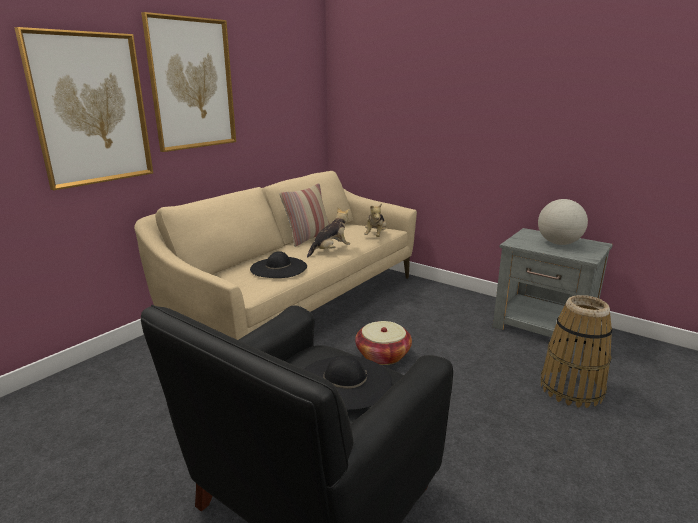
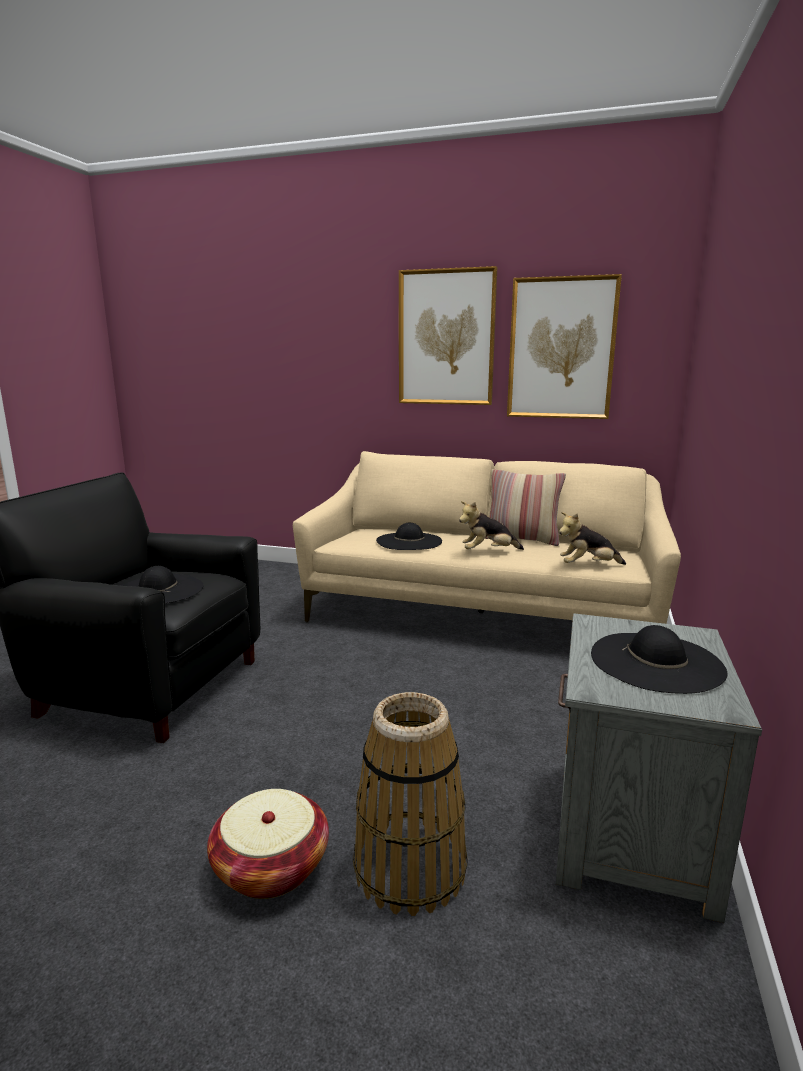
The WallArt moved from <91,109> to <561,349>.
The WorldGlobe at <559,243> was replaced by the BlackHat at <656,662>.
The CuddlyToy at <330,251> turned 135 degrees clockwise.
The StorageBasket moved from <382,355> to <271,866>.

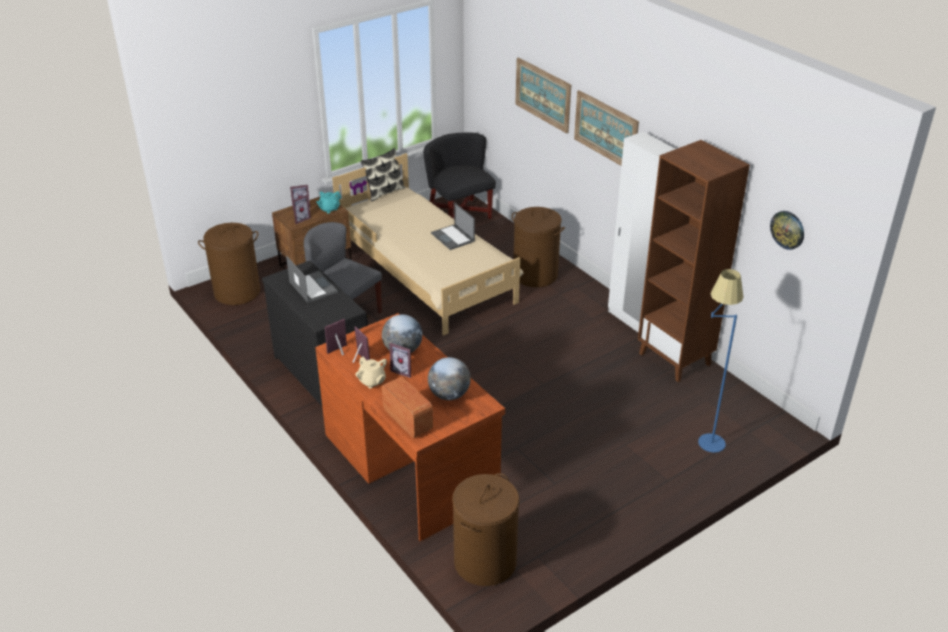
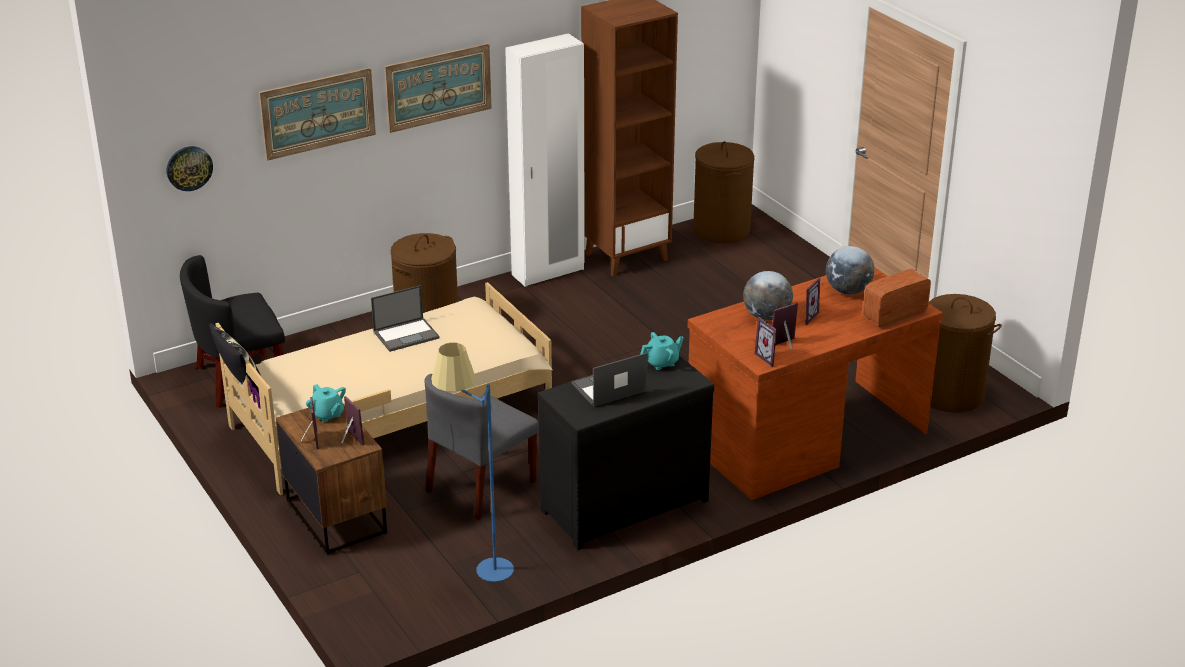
The WallClock moved from <787,229> to <189,168>.
The BrownishHamper moved from <237,292> to <721,230>.
The BlueColouredFloorLamp moved from <706,434> to <477,572>.
The BeigeColouredTeapot at <372,381> disappeared.
The BlueGreenTeapot at <662,362> appeared.

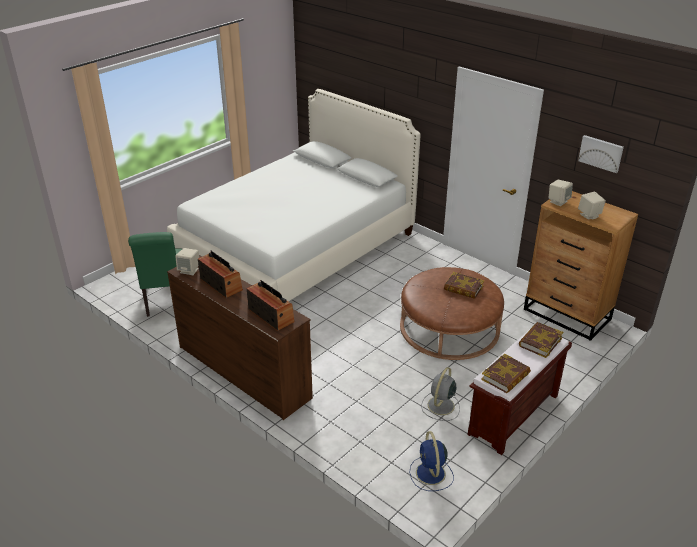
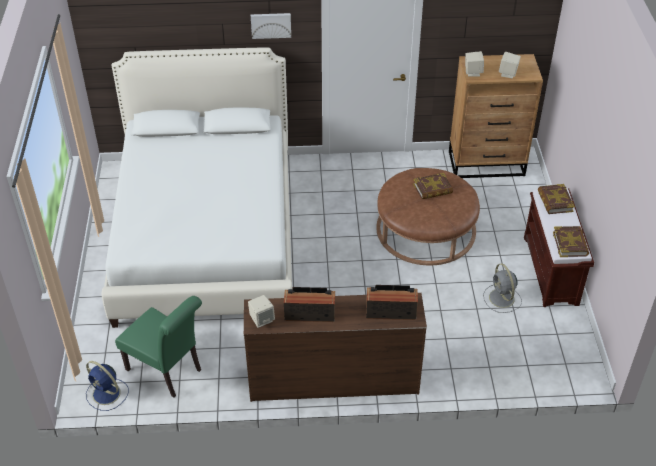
The WallArt moved from <601,153> to <271,25>.
The BlueColouredCoolingFan moved from <431,474> to <107,394>.

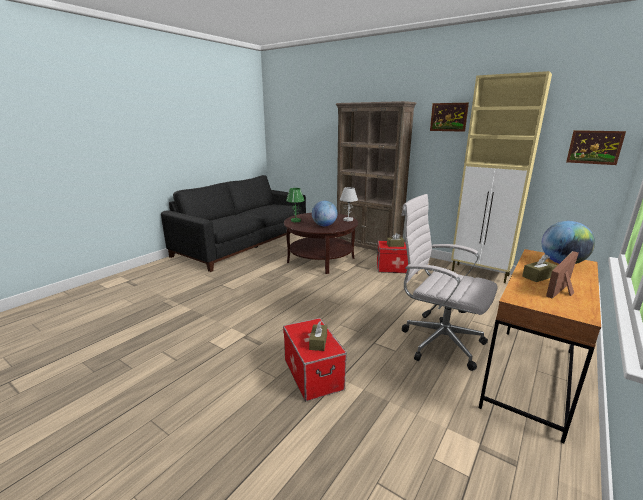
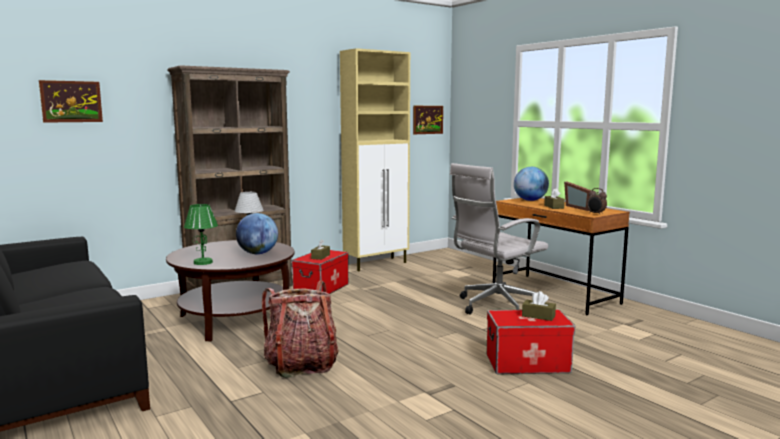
The WallArt moved from <448,117> to <71,101>.
The BedsideClock at <595,214> appeared.
The Rucksack at <301,364> appeared.

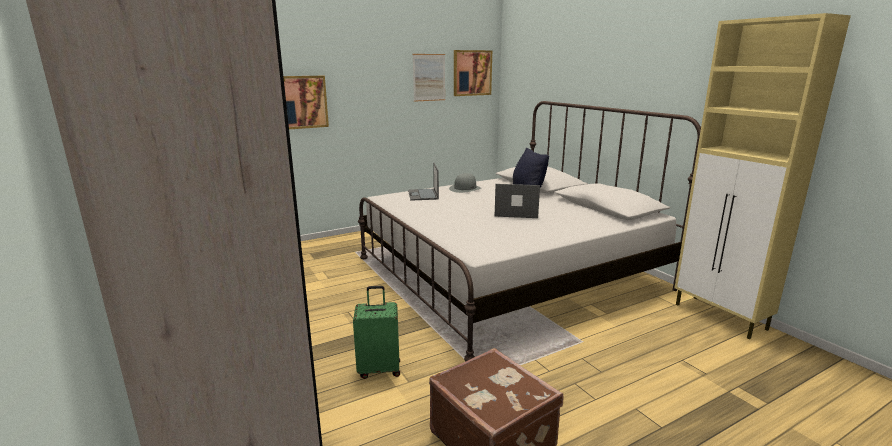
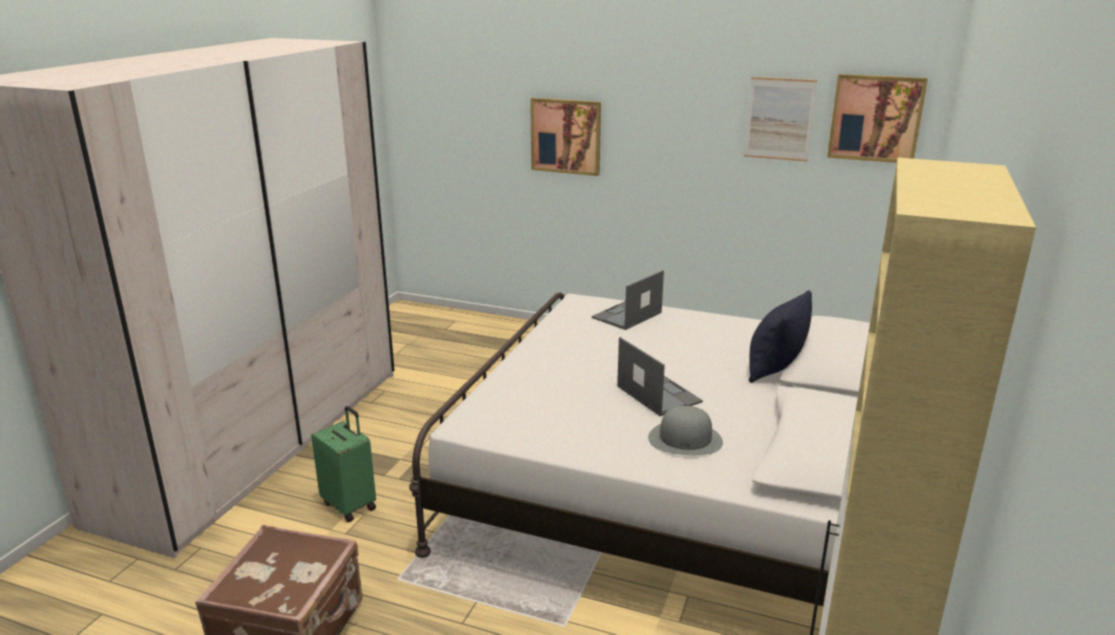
The GreyHat moved from <465,188> to <685,439>.

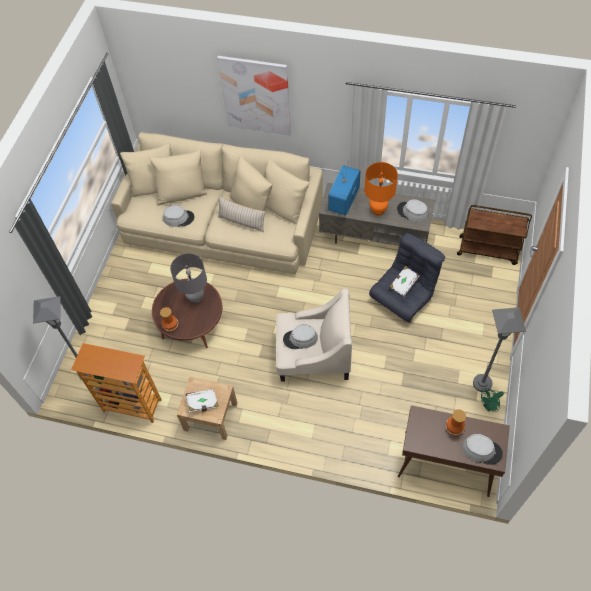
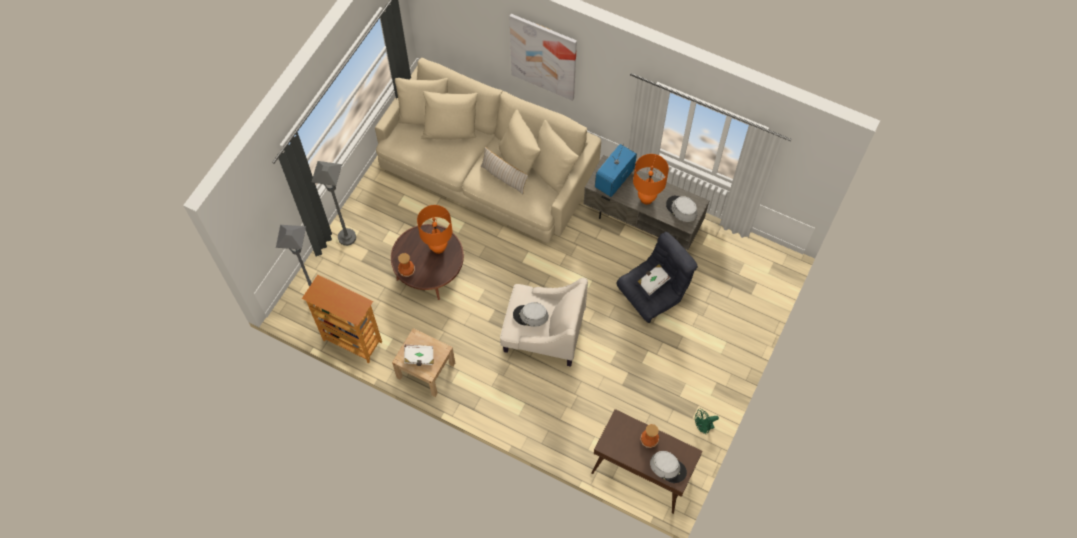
The GreyHat at <179,218> disappeared.
The BrownishWheeledCart at <488,250> disappeared.
The GreyTabletopLamp at <196,298> became the OrangeTabletopLamp at <438,247>.
The GreyFloorLamp moved from <482,383> to <347,237>.

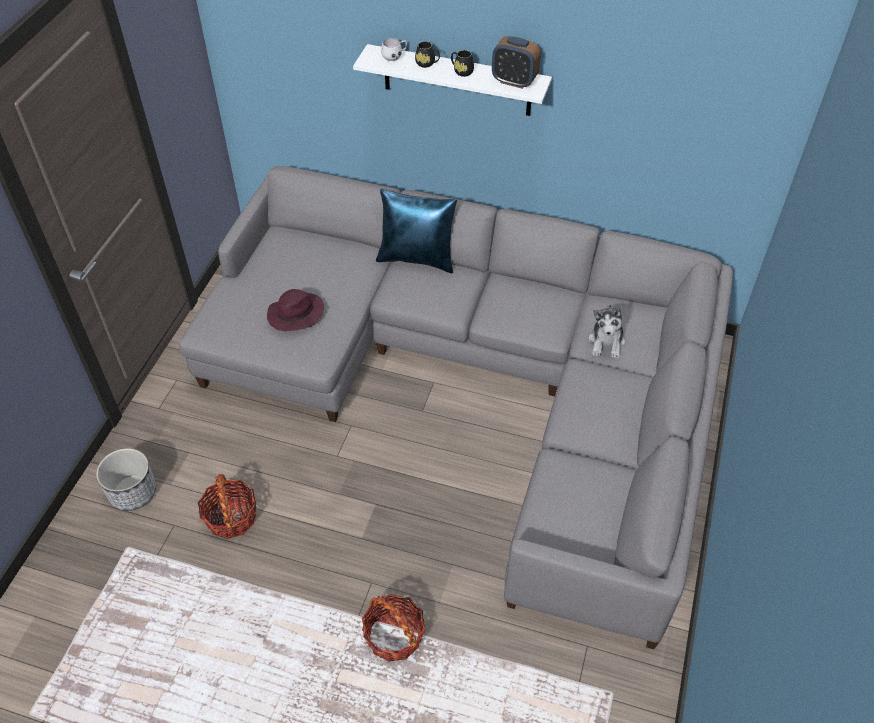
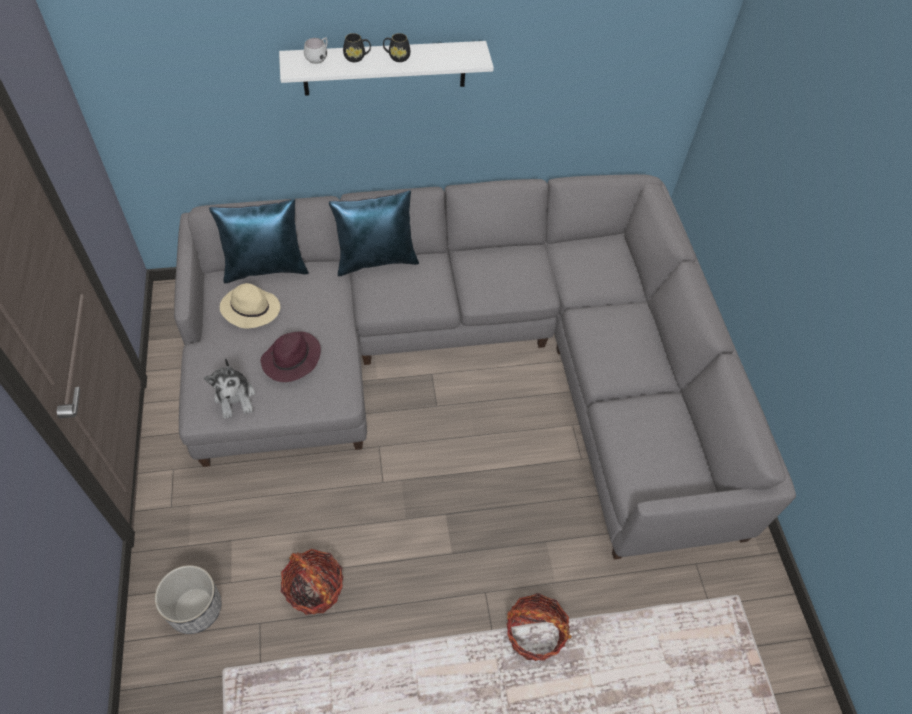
The BedsideClock at <514,81> disappeared.
The CuddlyToy moved from <606,342> to <235,397>.
The BlueColouredThrowPillow at <266,268> appeared.
The BeigeColouredHat at <250,309> appeared.

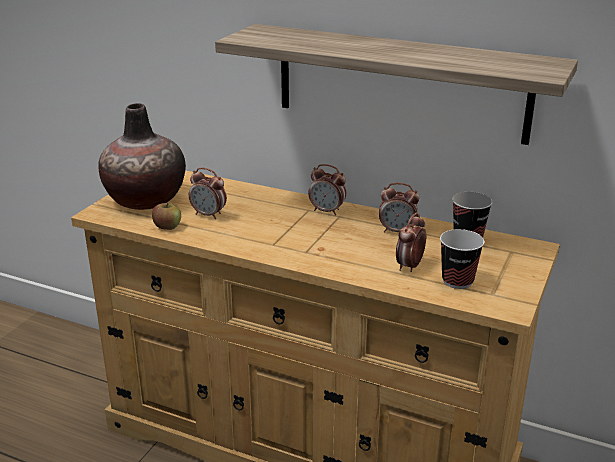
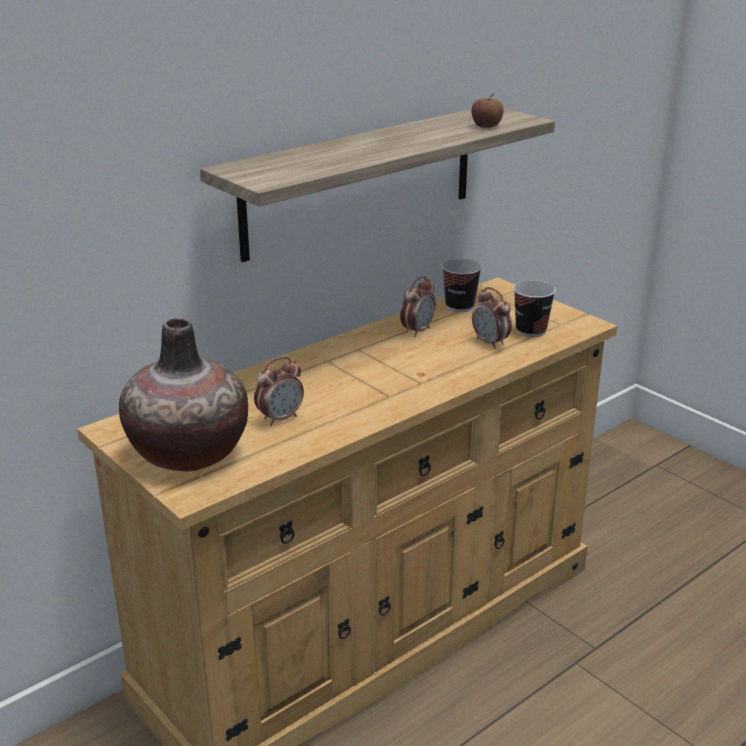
The BedsideClock at <327,211> disappeared.
The Apple moved from <167,226> to <486,126>.

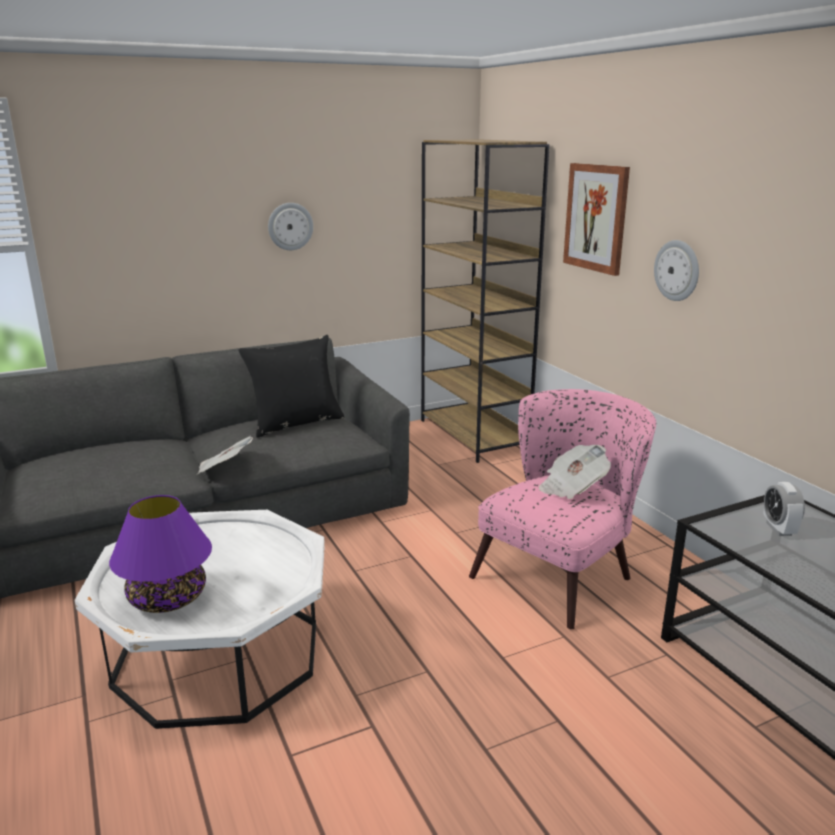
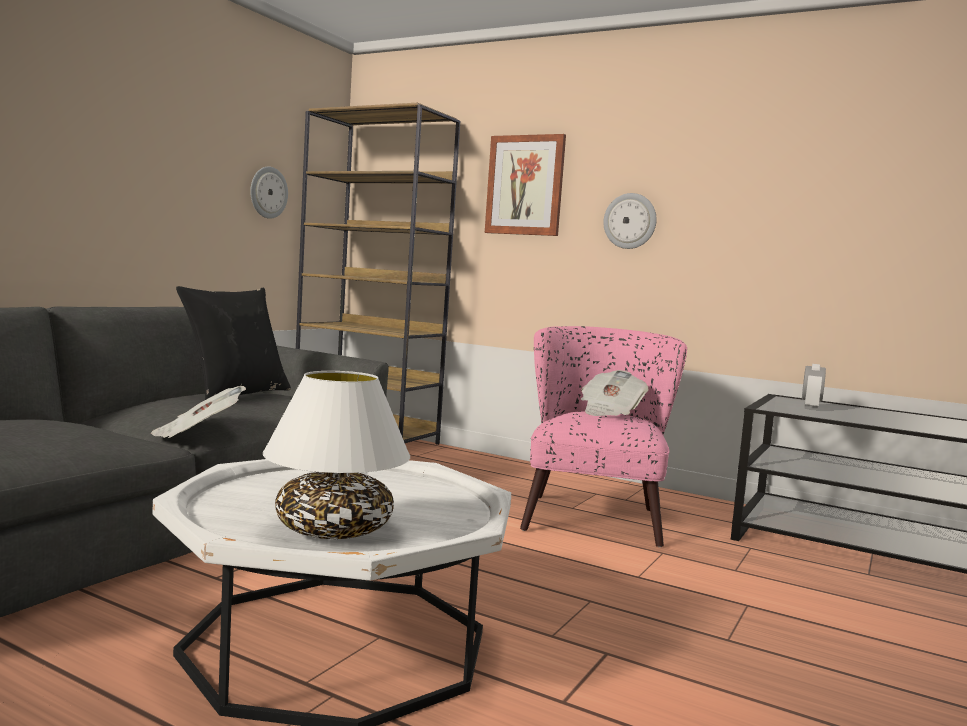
The WallClock moved from <290,226> to <268,192>.
The BedsideClock at <778,529> turned 120 degrees counterclockwise.
The PurpleTabletopLamp at <168,598> became the WhiteTabletopLamp at <333,530>.

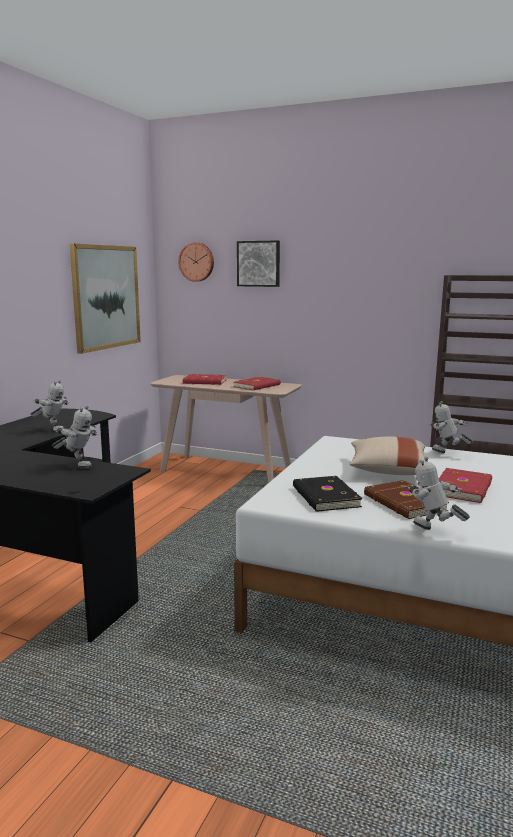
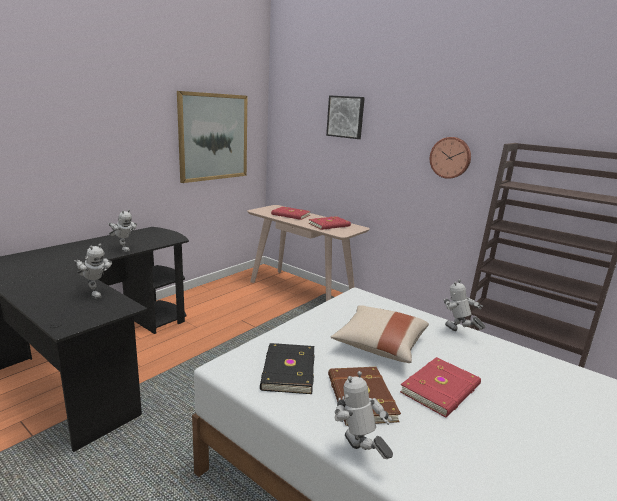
The WallClock moved from <197,262> to <450,157>.

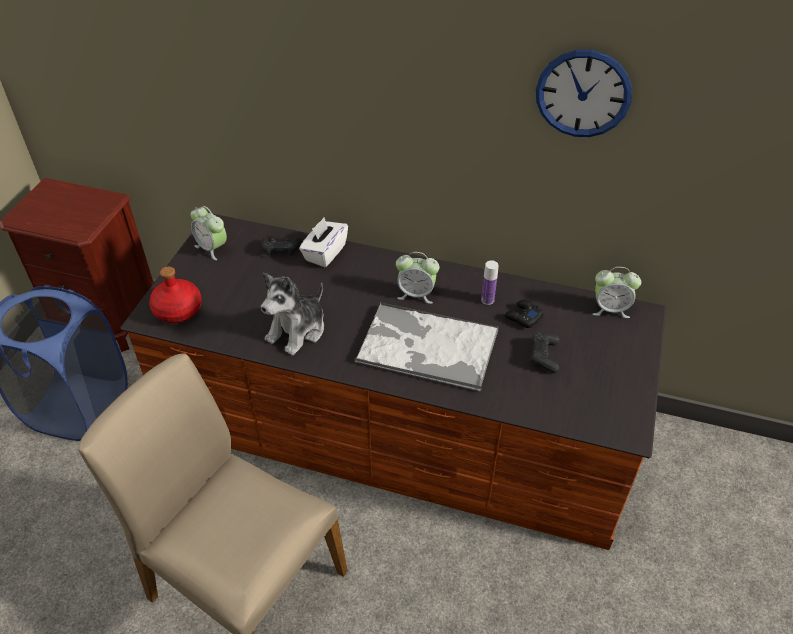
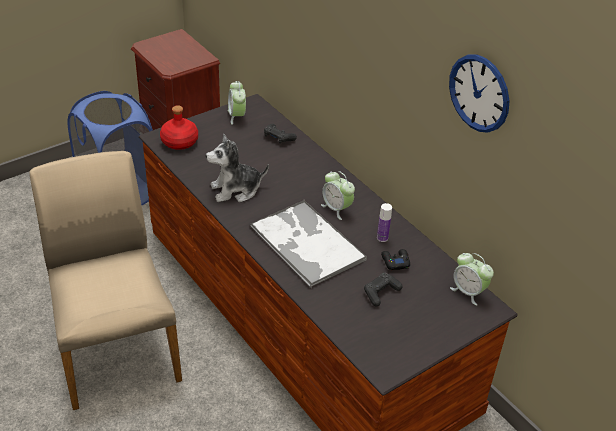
The WhiteTissueHolder at <324,253> disappeared.

